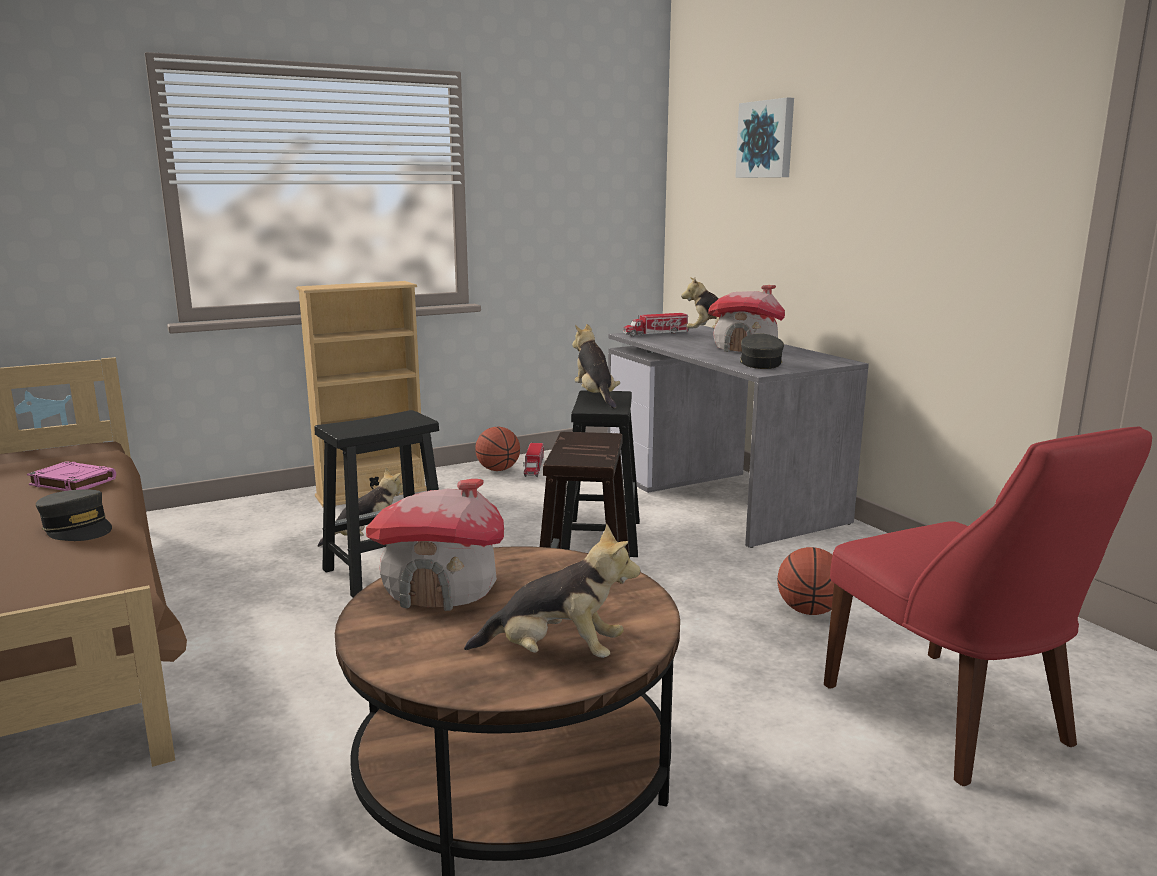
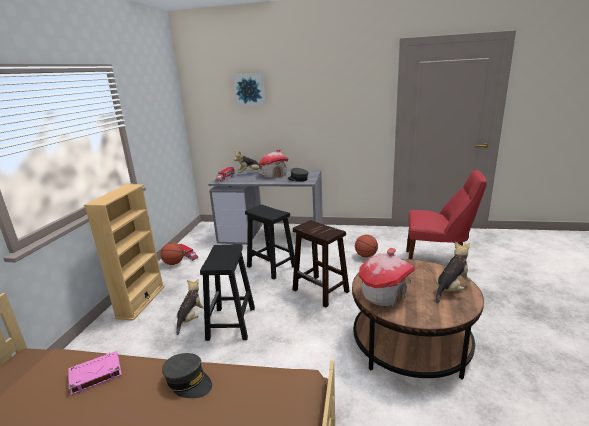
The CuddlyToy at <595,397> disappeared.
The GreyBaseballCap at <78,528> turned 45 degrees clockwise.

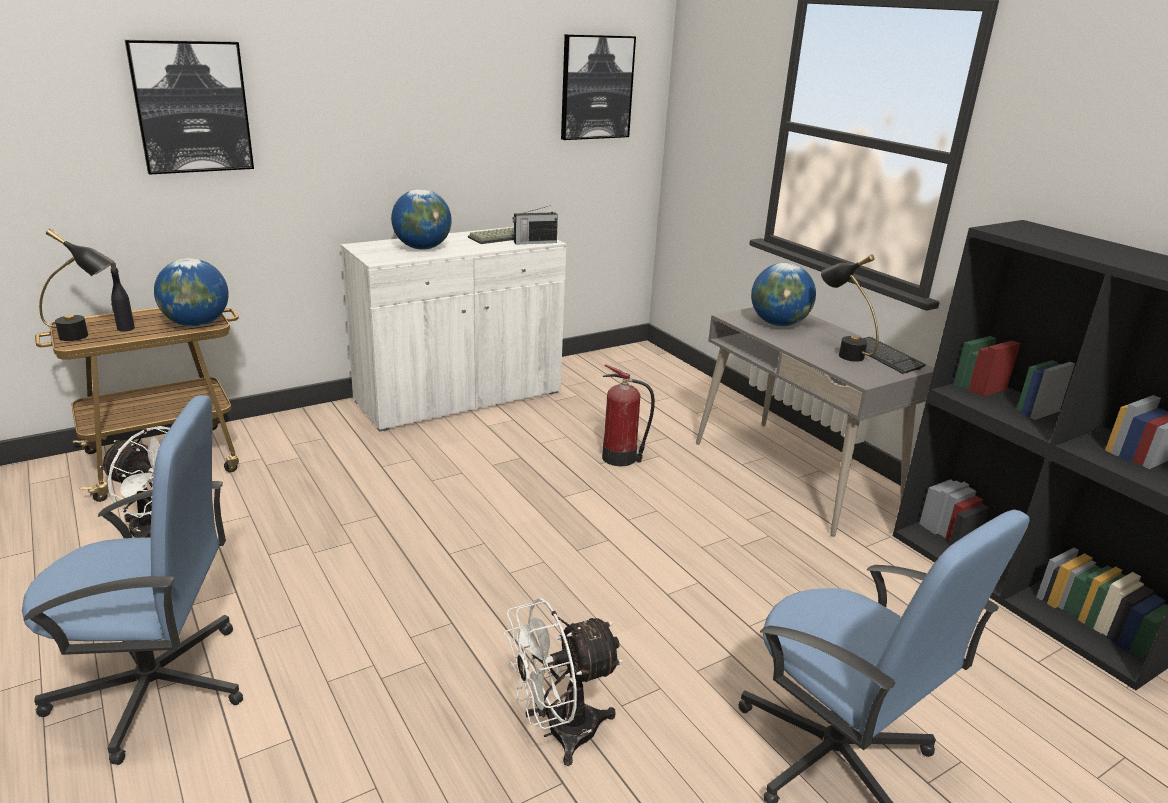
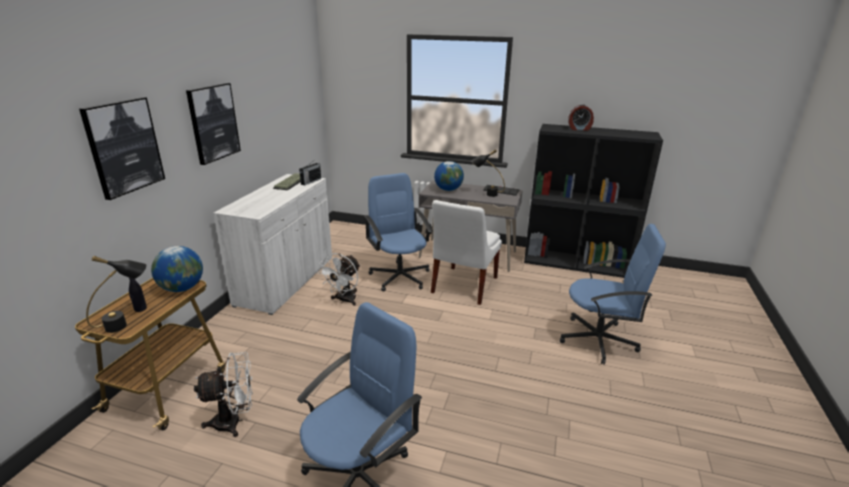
The WallArt moved from <596,87> to <213,122>.
The WorldGlobe at <422,248> disappeared.
The FireFightingCylinder at <621,458> was replaced by the BlueColouredOfficeChair at <400,276>.
The WhiteCoolingFan moved from <558,732> to <344,300>.
The BedsideClock at <579,129> appeared.
The WhitePlainChair at <463,286> appeared.

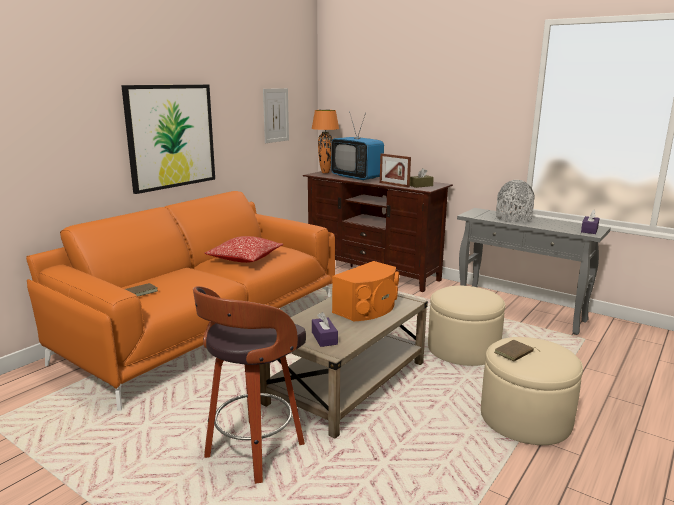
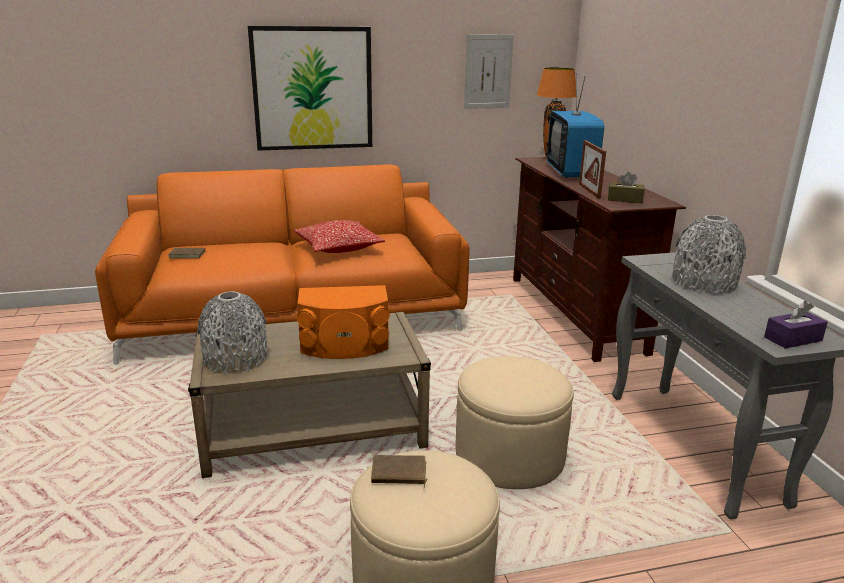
The Stool at <253,452> disappeared.
The PurpleTissueHolder at <324,338> was replaced by the GreyVase at <235,358>.

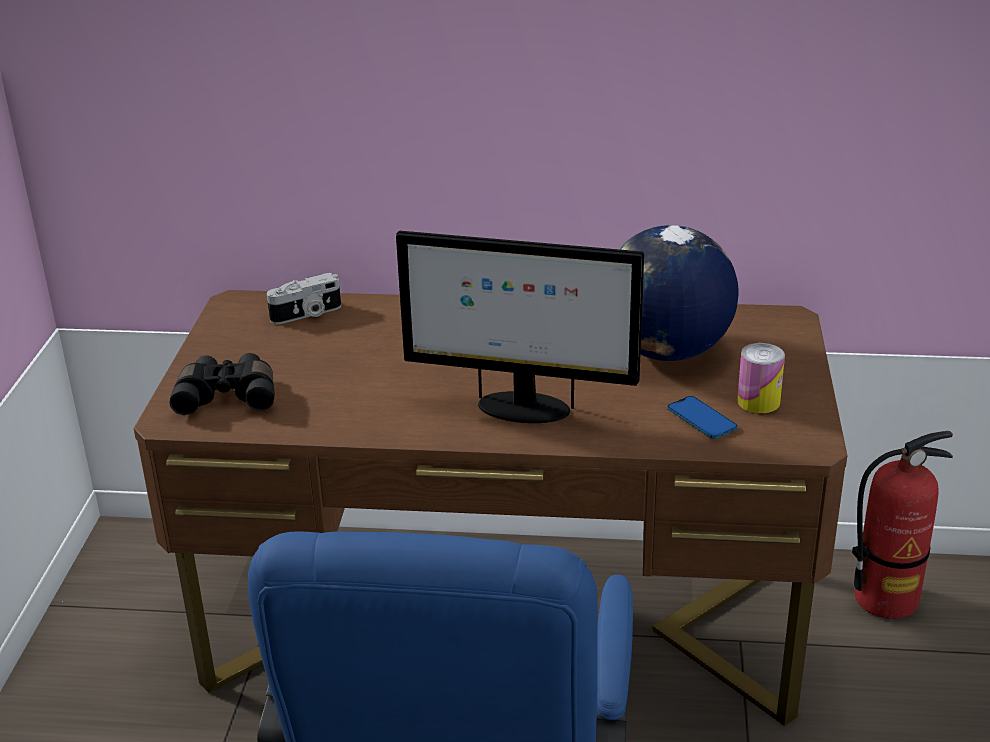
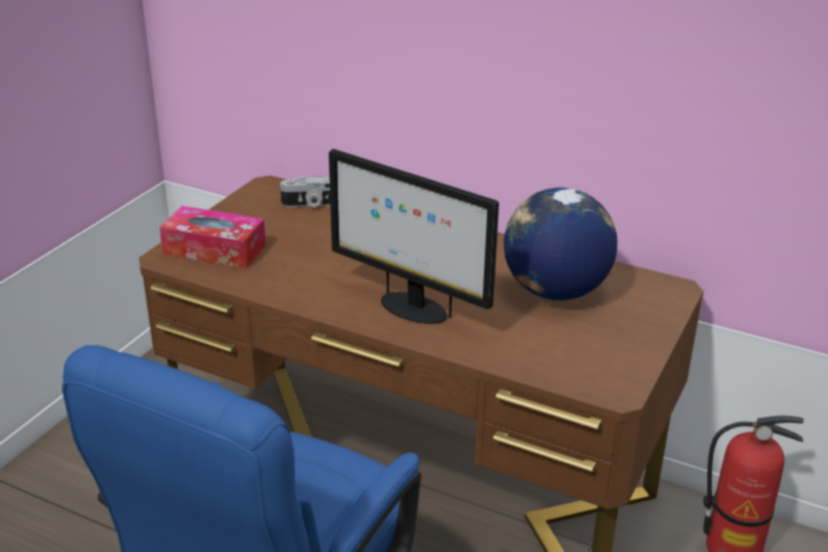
The MetalCan at <758,402> disappeared.
The BlackPairOfBinoculars at <227,396> was replaced by the TissueHolder at <214,250>.
The Phone at <702,419> disappeared.

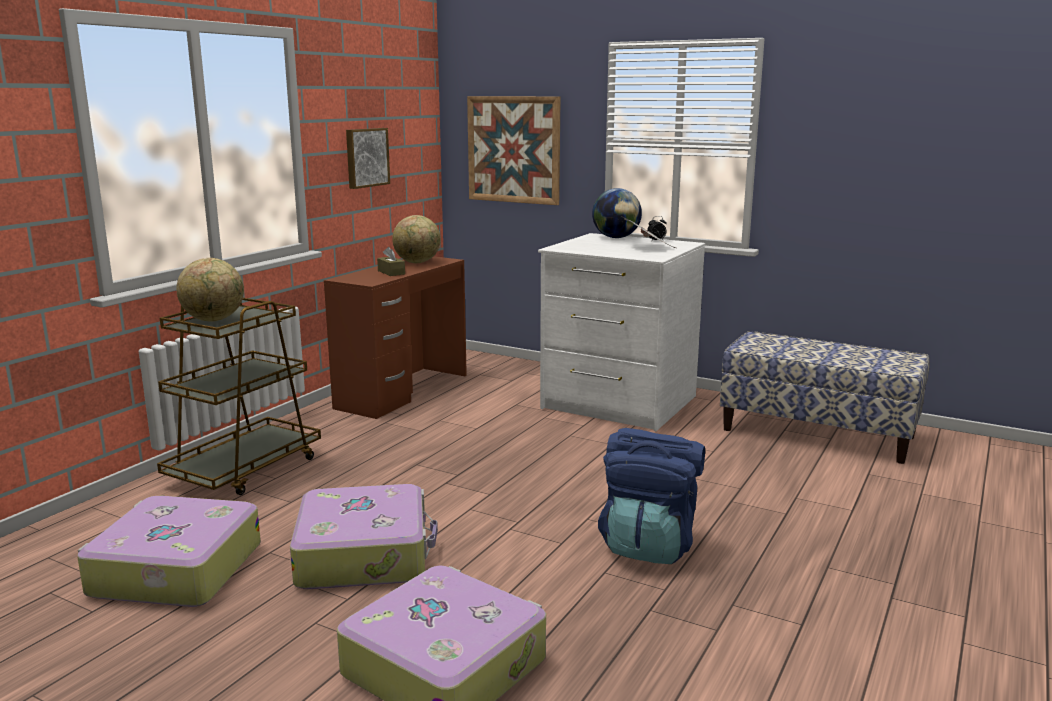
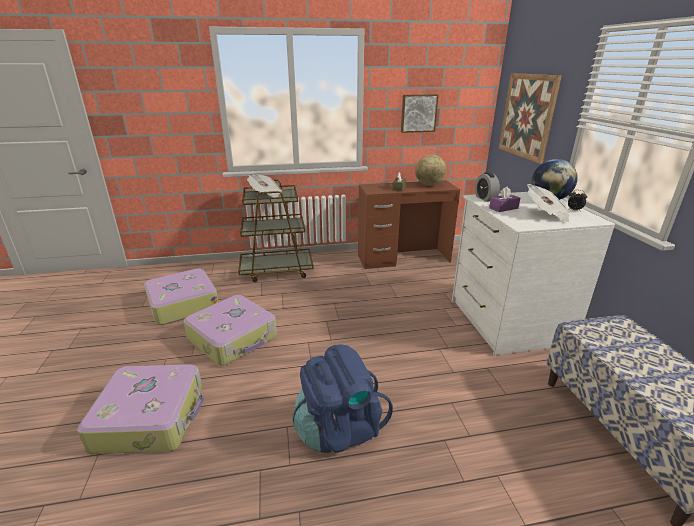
The WorldGlobe at <214,320> was replaced by the Newspaper at <266,194>.
The BedsideClock at <485,198> appeared.
The PurpleTissueHolder at <503,208> appeared.

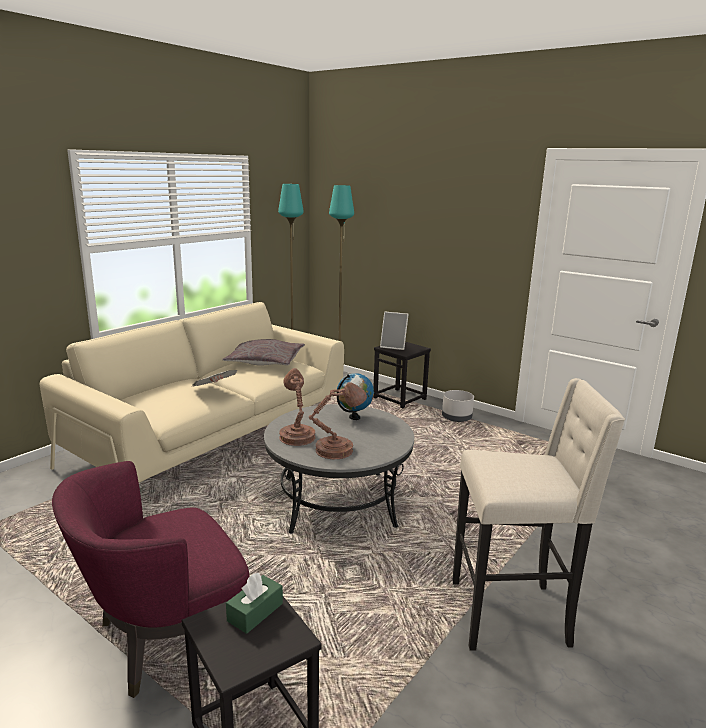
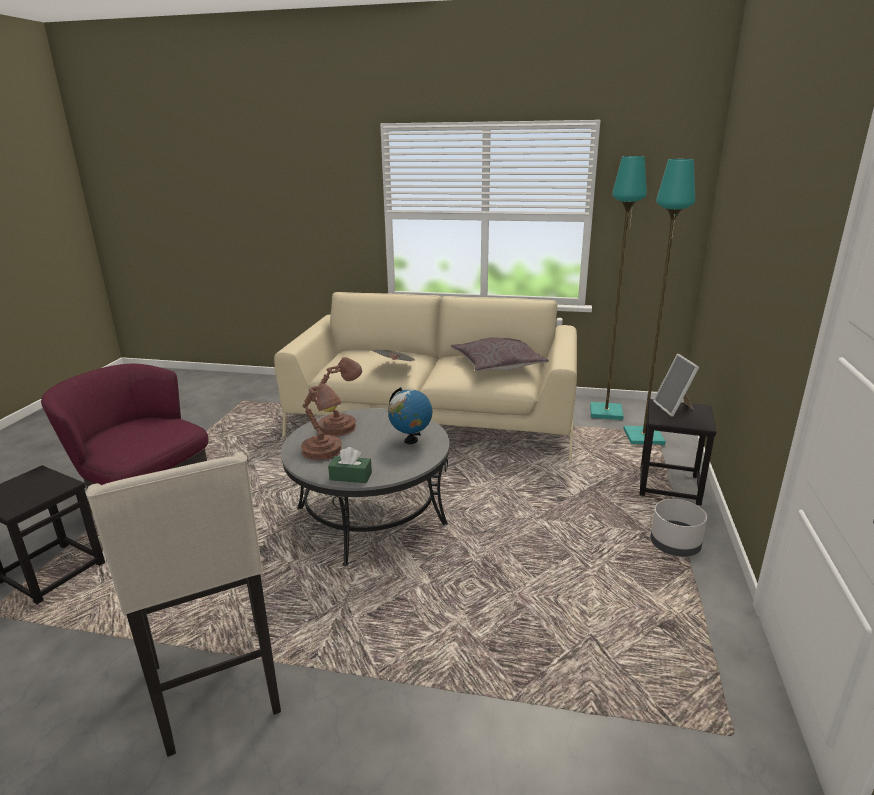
The GreenTissueHolder moved from <255,612> to <350,476>.

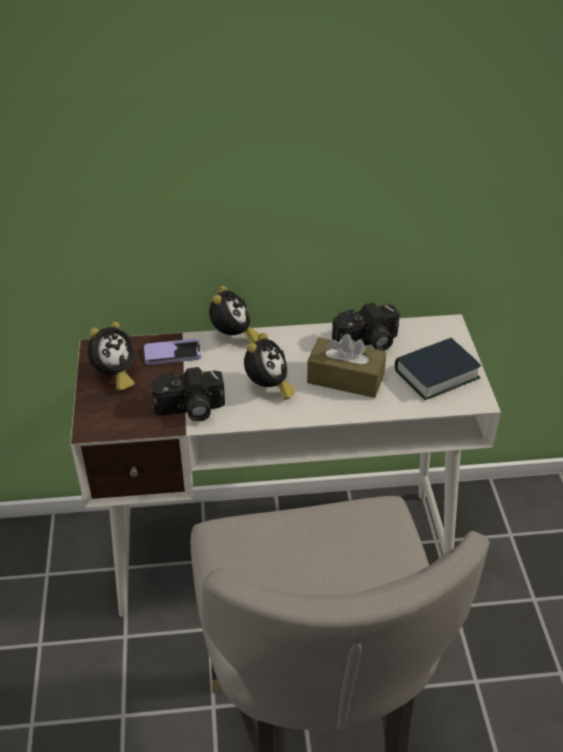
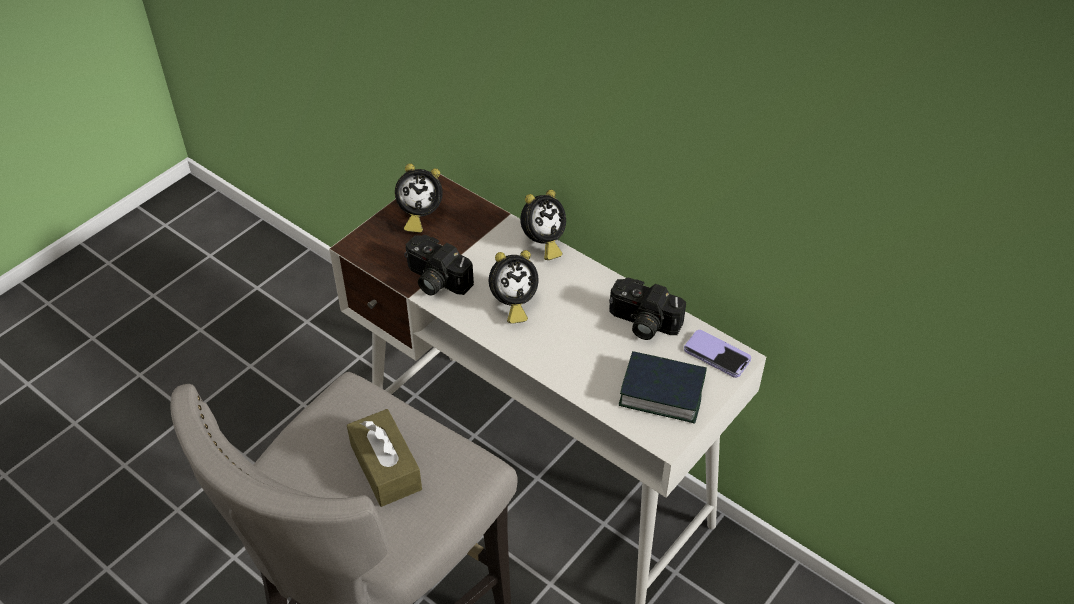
The BrownishTissueHolder moved from <345,378> to <386,467>.
The Phone moved from <172,353> to <716,355>.

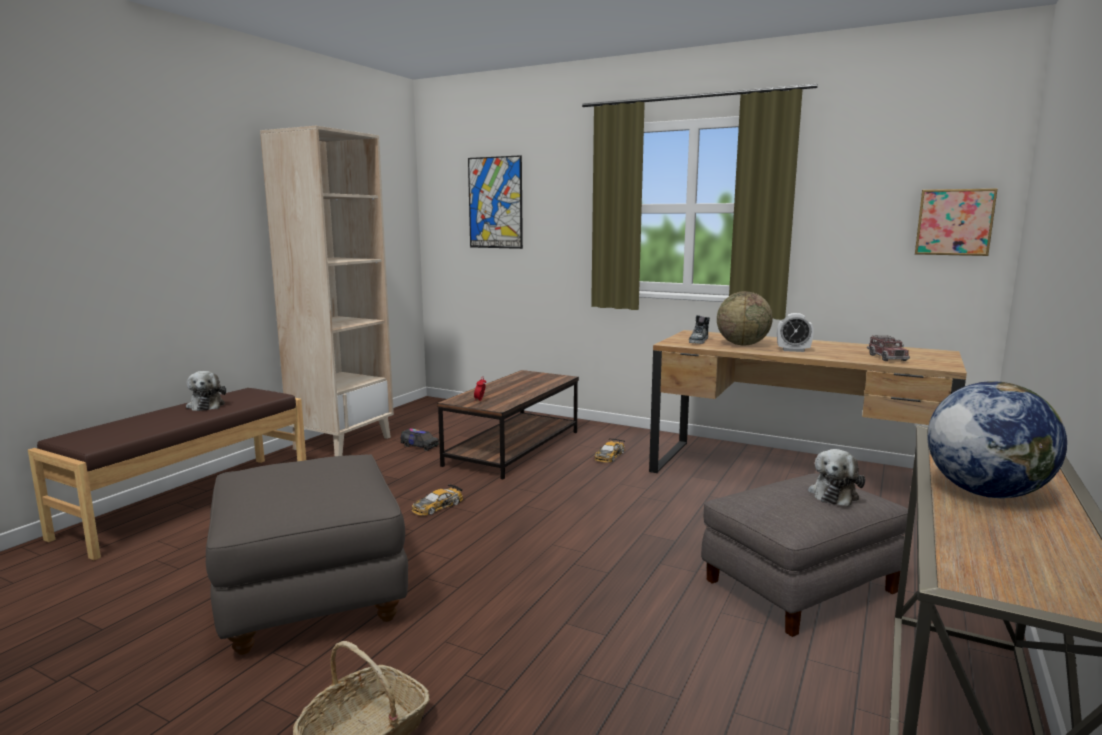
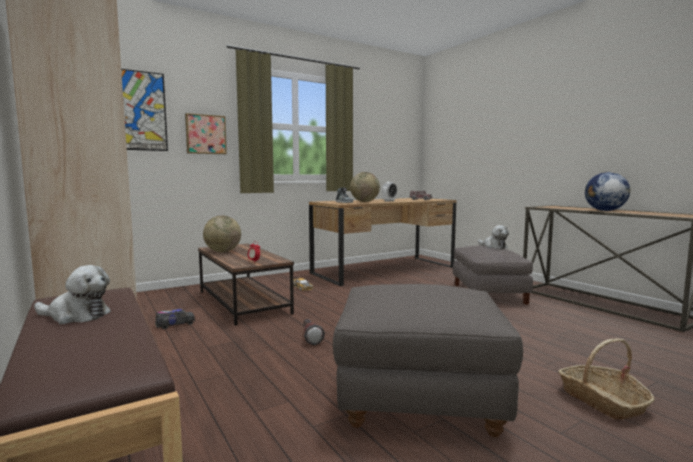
The WallArt moved from <954,222> to <205,134>.
The ToyCar at <437,506> was replaced by the Flashlight at <310,338>.
The WorldGlobe at <222,251> appeared.

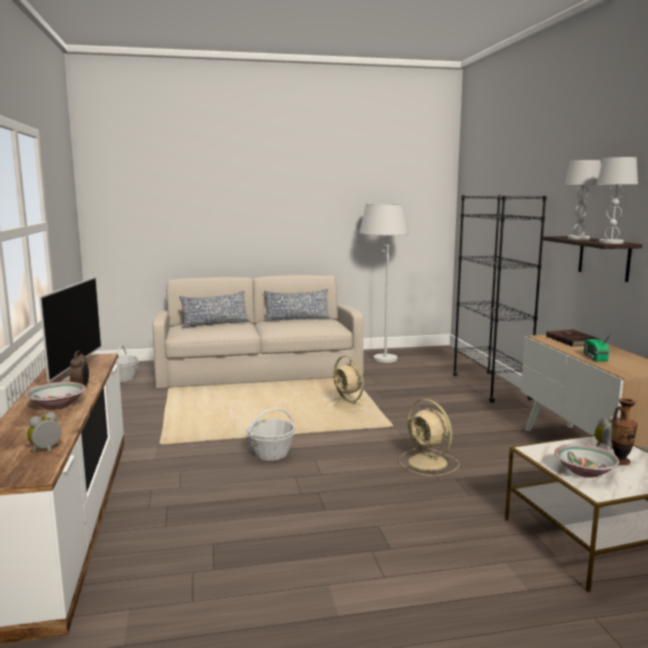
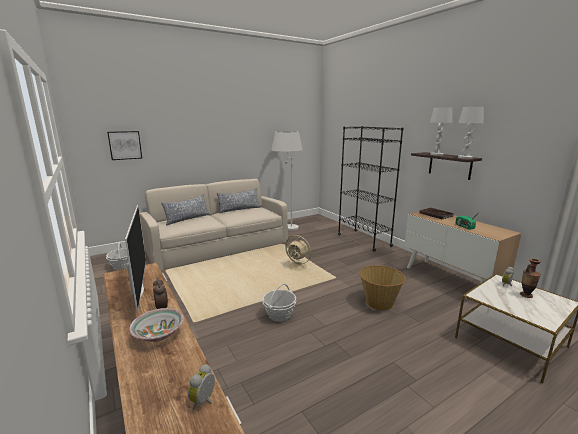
The BeigeColouredCoolingFan at <429,463> was replaced by the StorageBasket at <379,302>.
The DeepDish at <585,472> disappeared.
The WallArt at <125,145> appeared.

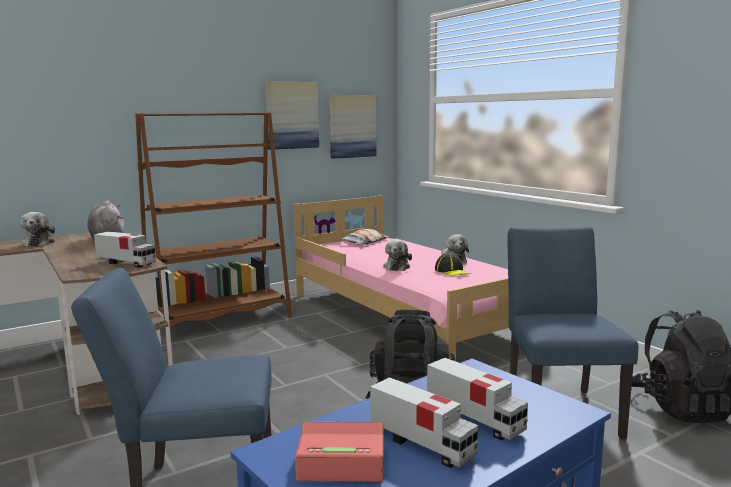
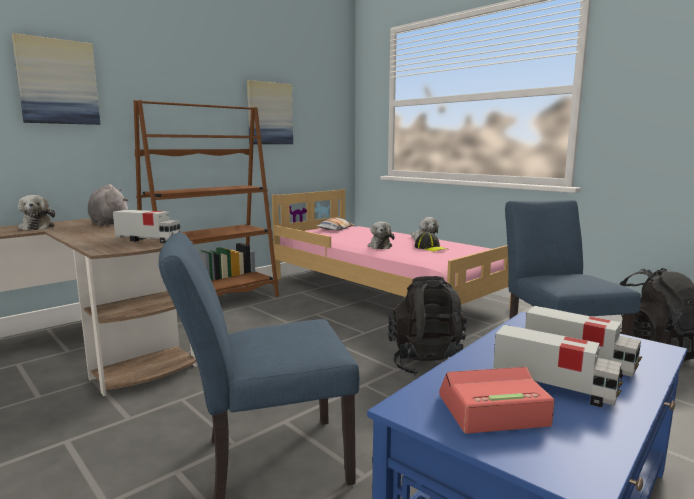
The WallArt moved from <352,126> to <58,82>.

